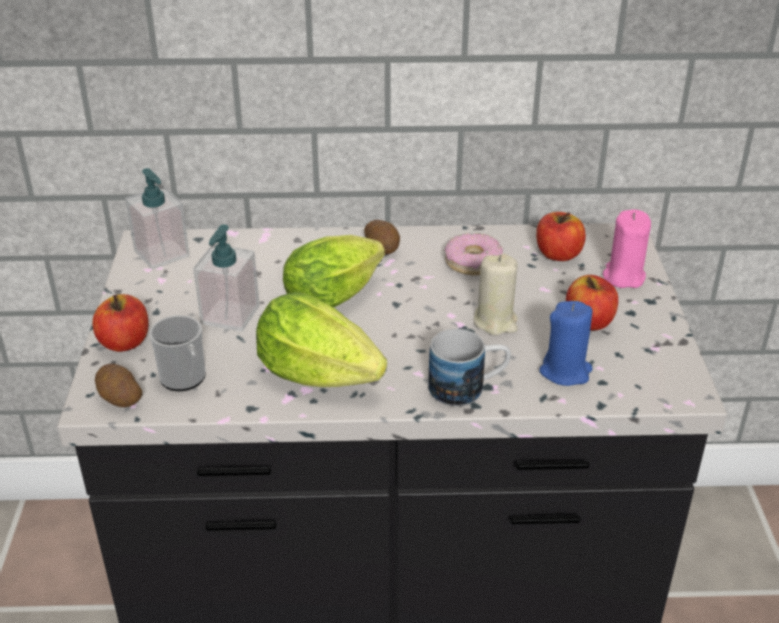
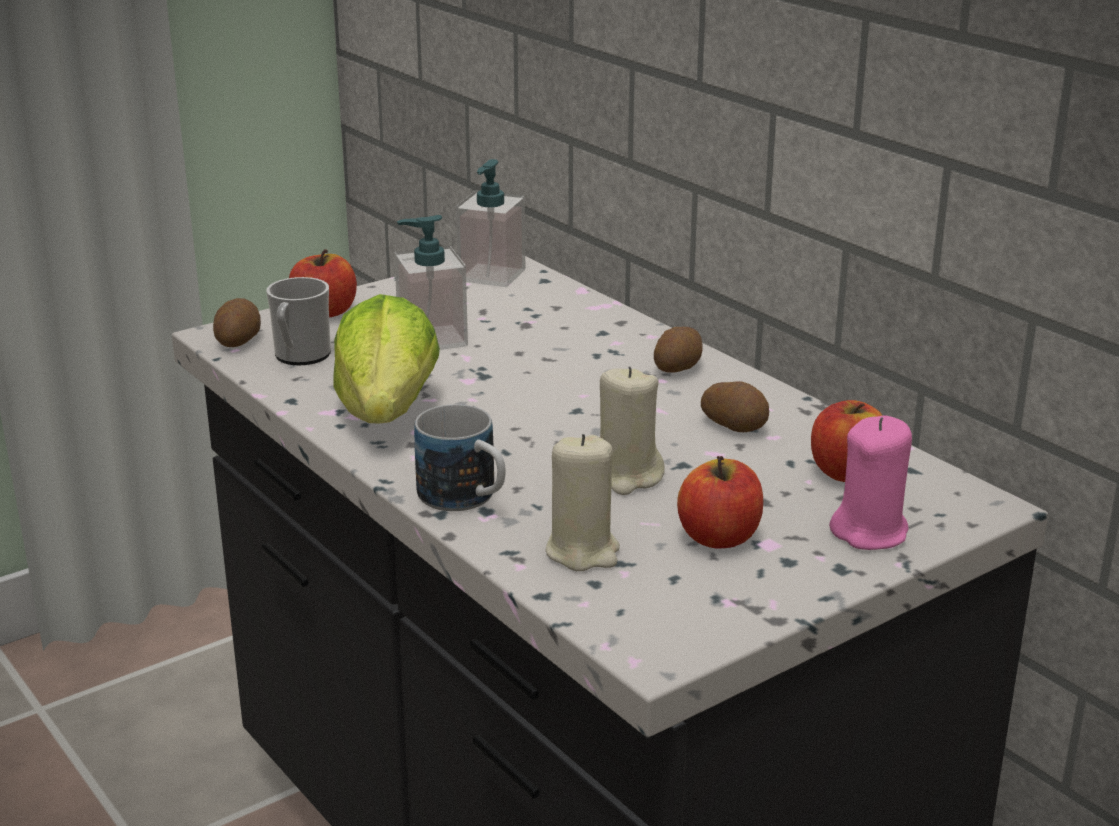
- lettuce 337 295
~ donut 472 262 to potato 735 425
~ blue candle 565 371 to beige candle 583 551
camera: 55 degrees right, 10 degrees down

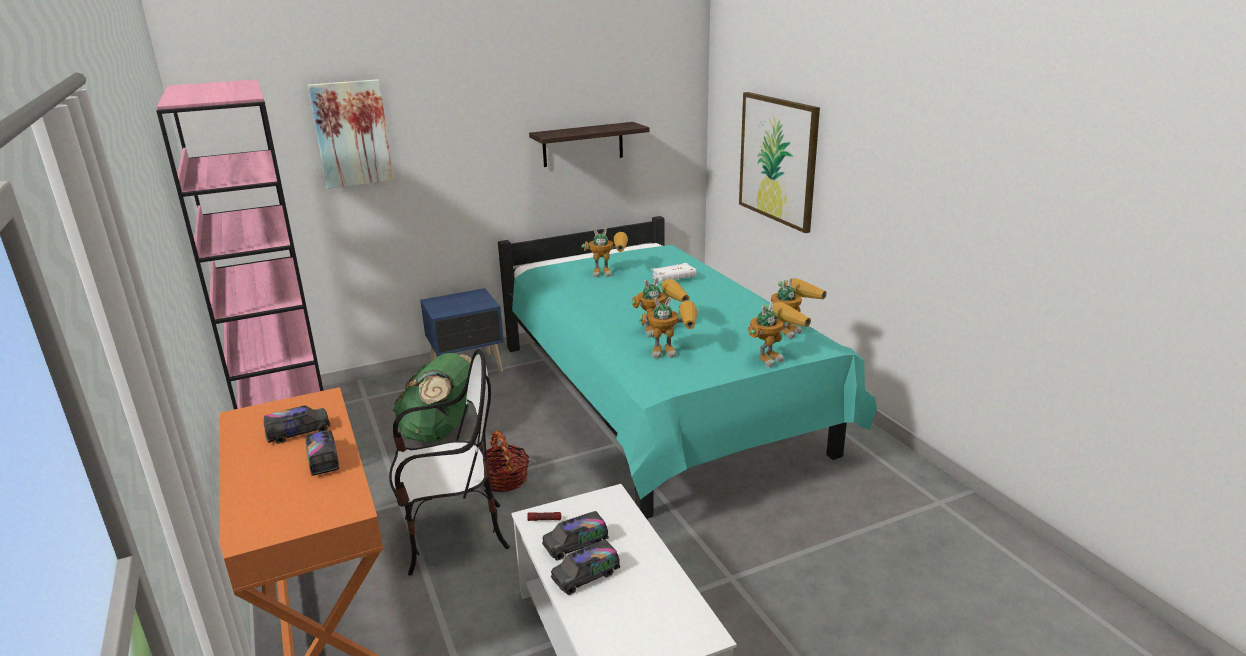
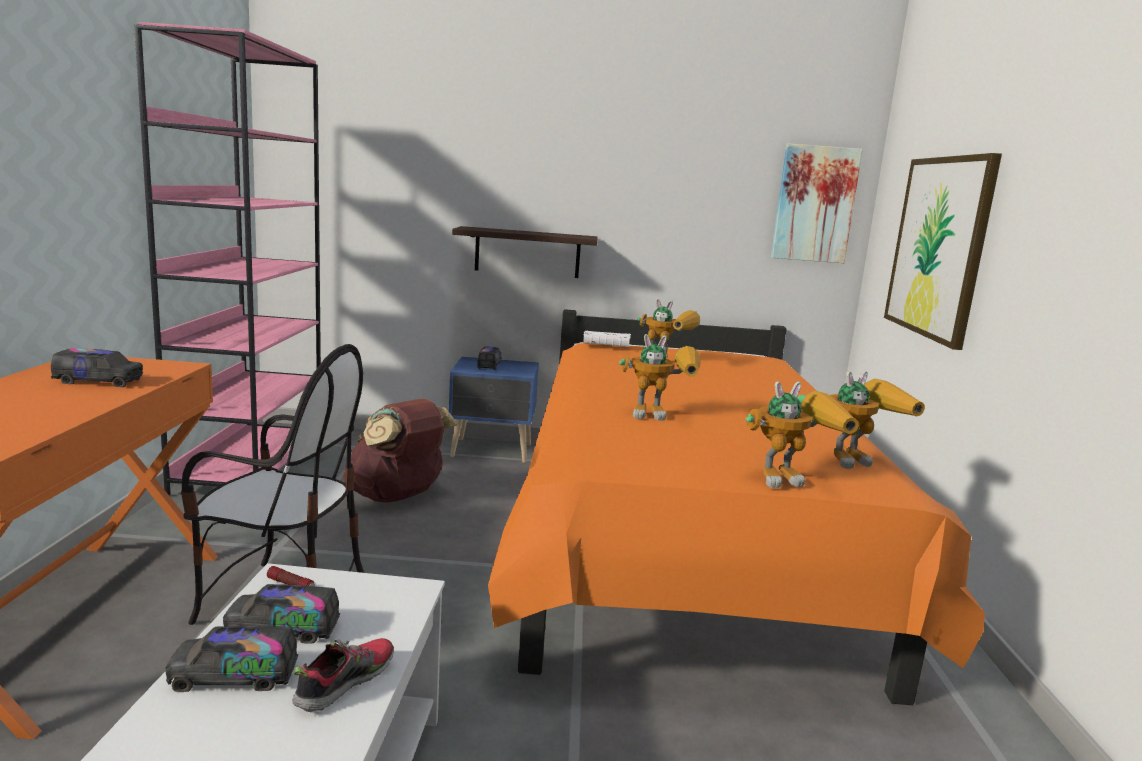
- basket 504 479
- toy robot 673 351
+ shoe 344 682
~ toy truck 323 459 to 489 365
~ picture 352 133 to 814 204
~ shelf 583 144 to 527 252
~ white book 673 278 to 606 346
~ green backpack 440 432 to brown backpack 397 497
~ turquoise bed 659 402 to orange bed 680 545
camera: 25 degrees right, 10 degrees down

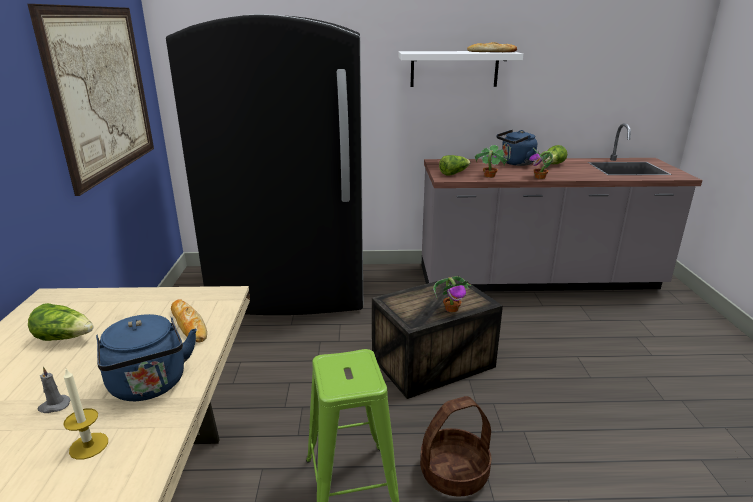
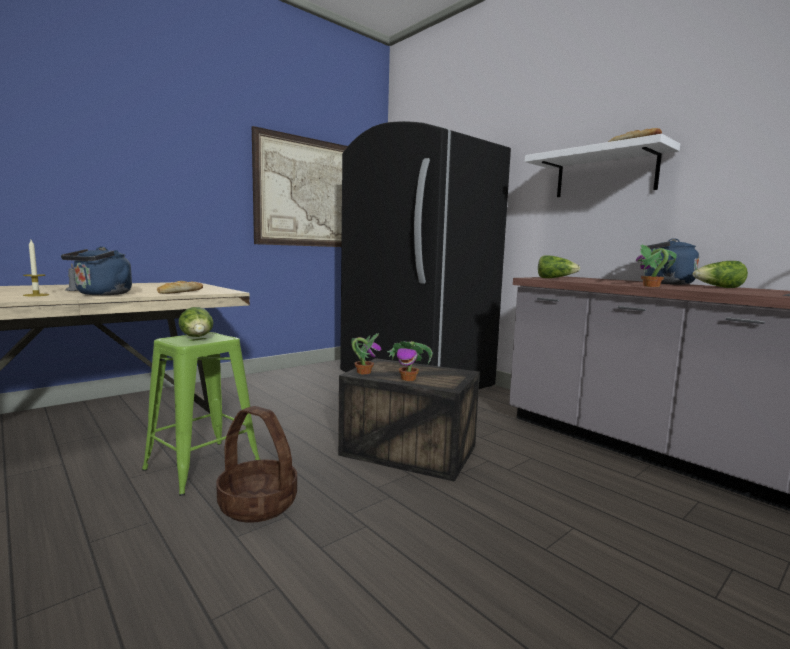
~ lettuce 65 338 to 198 338
~ potted plant 489 176 to 363 372
camera: 50 degrees right, 15 degrees down

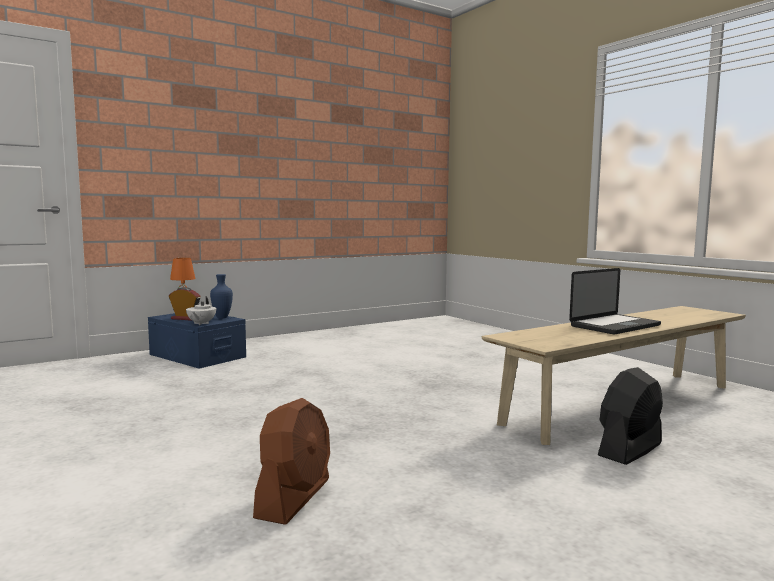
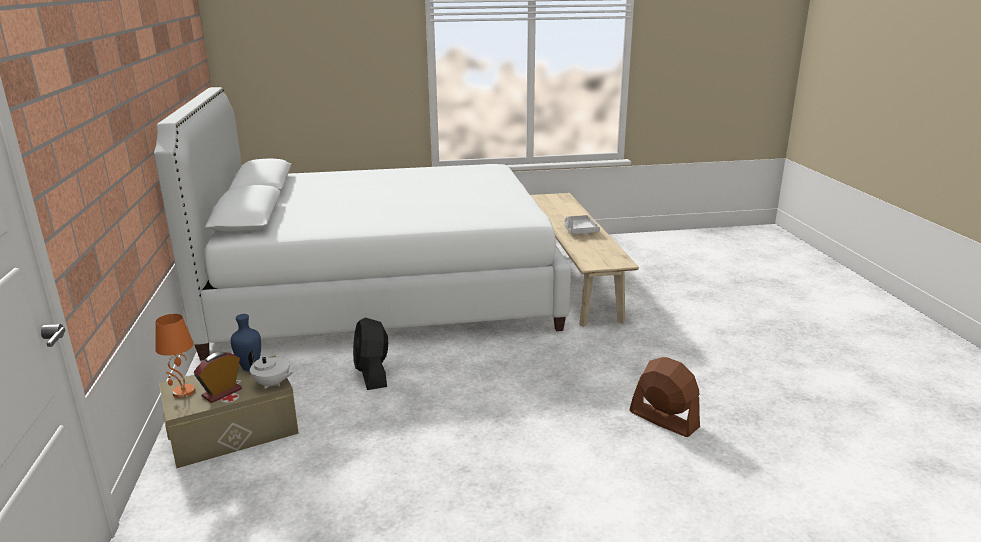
+ white bed 384 293
~ black fan 630 449 to 372 374
~ laptop 615 326 to grey tray 579 230
~ blue storage box 197 355 to beige storage box 232 430
camera: 65 degrees left, 15 degrees up

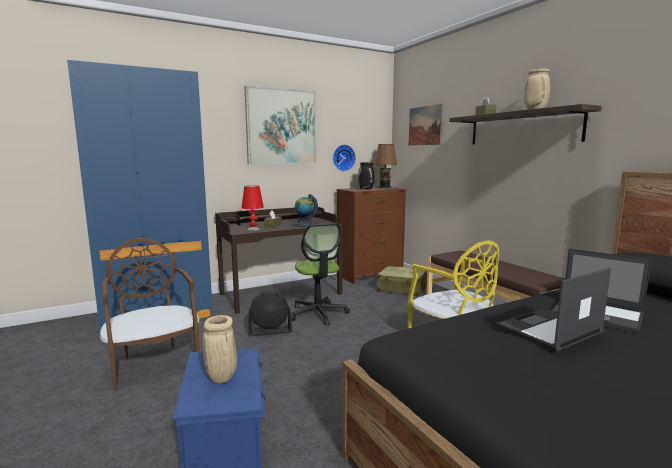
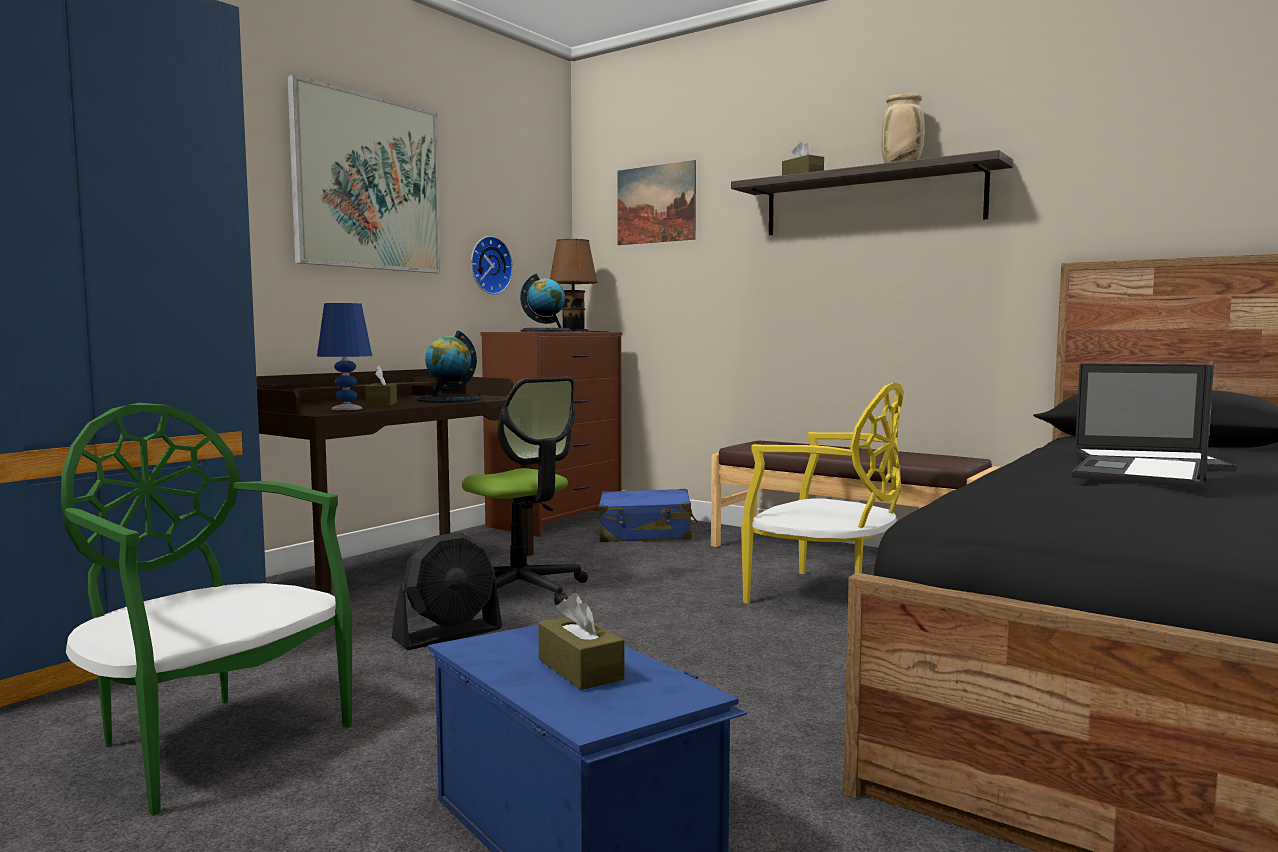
~ beige vase 222 378 to brown tissue box 580 669
~ black vase 366 189 to globe 546 331
~ brown chair 154 364 to green chair 212 741
~ red table lamp 253 229 to blue table lamp 347 408
~ beige suitcase 402 289 to blue suitcase 645 533
camera: 25 degrees left, 5 degrees down

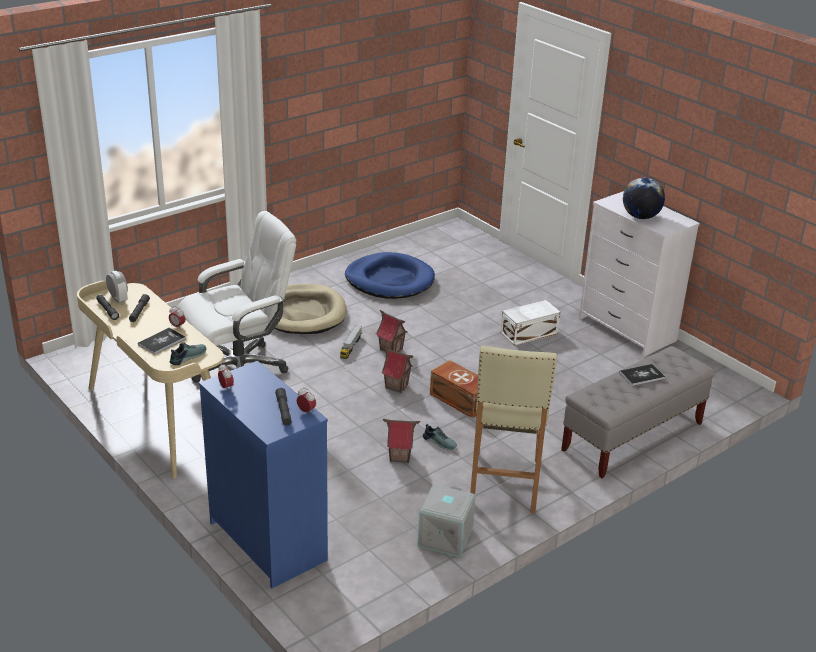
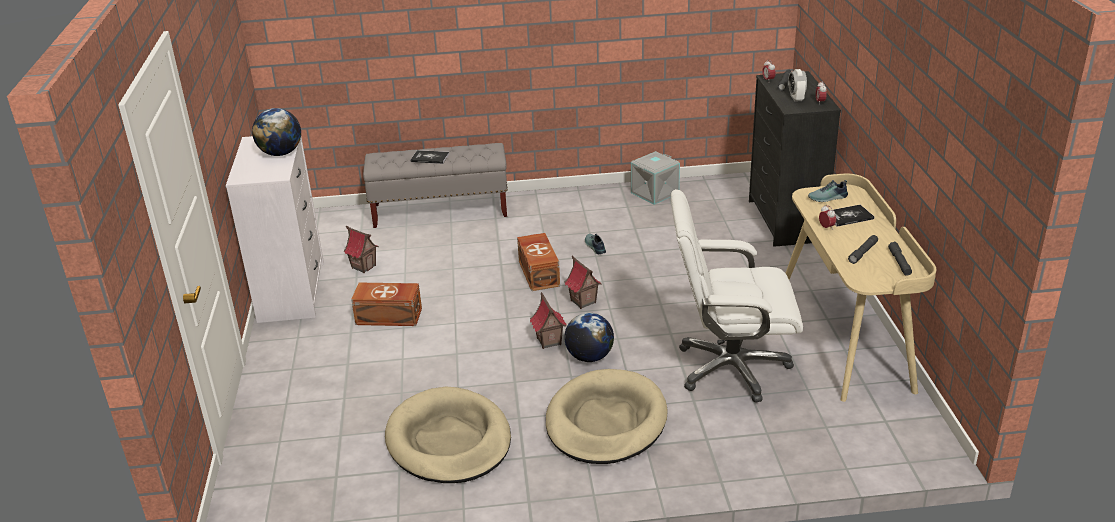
- beige stool 504 483
~ alarm clock 118 298 to 796 98
~ toy house 400 457 to 364 266
~ toy truck 351 347 to globe 589 357
~ blue dresser 268 541 to black dresser 785 221
~ blue dog bed 389 280 to beige dog bed 449 441
~ white storage box 528 333 to brown storage box 389 317
camera: 145 degrees left, 0 degrees up

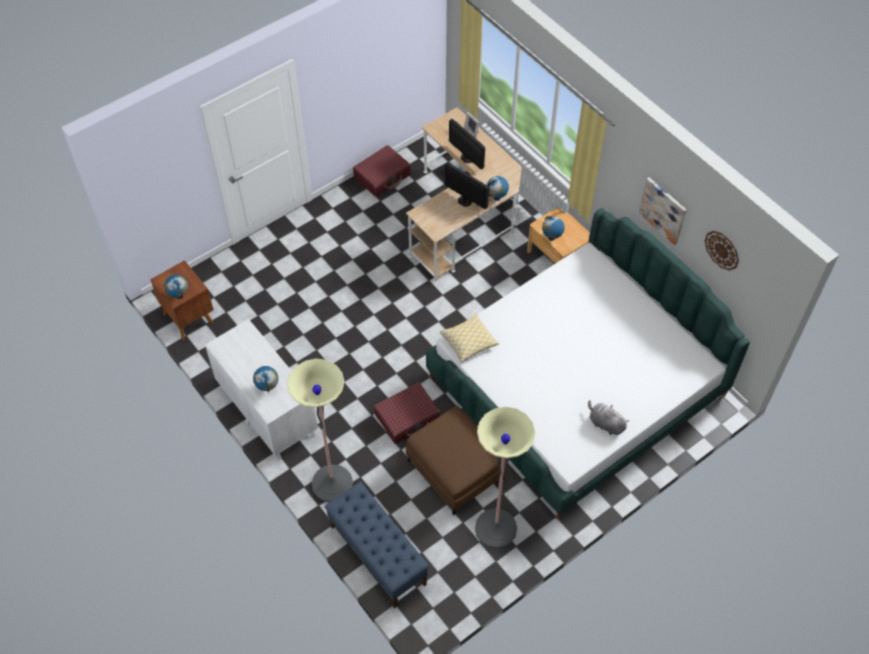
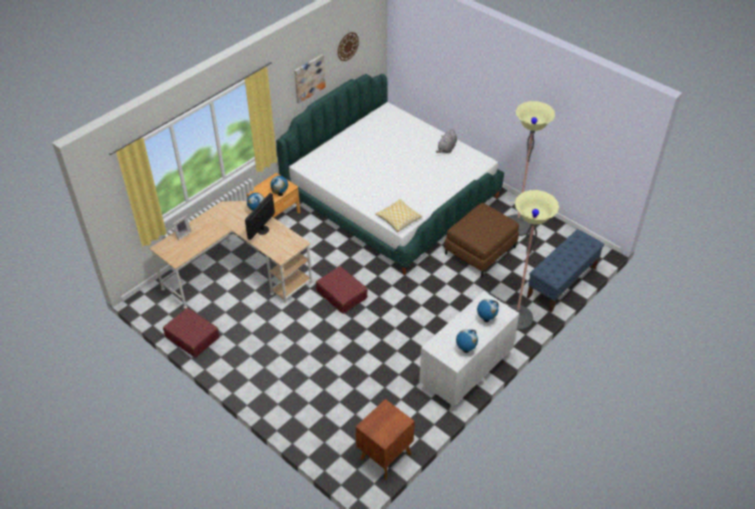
- monitor 467 158
~ globe 179 296 to 465 350
~ red suitcase 407 417 to 341 294
camera: 100 degrees left, 10 degrees down

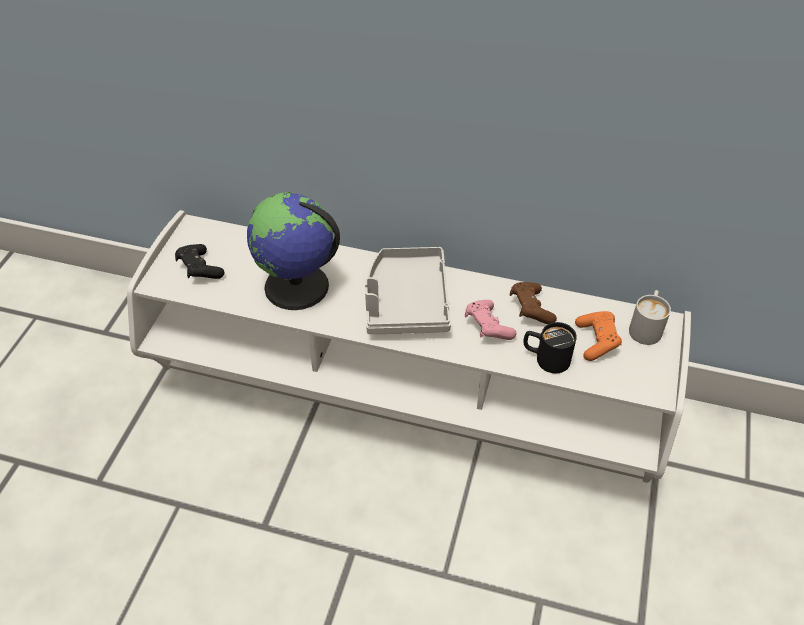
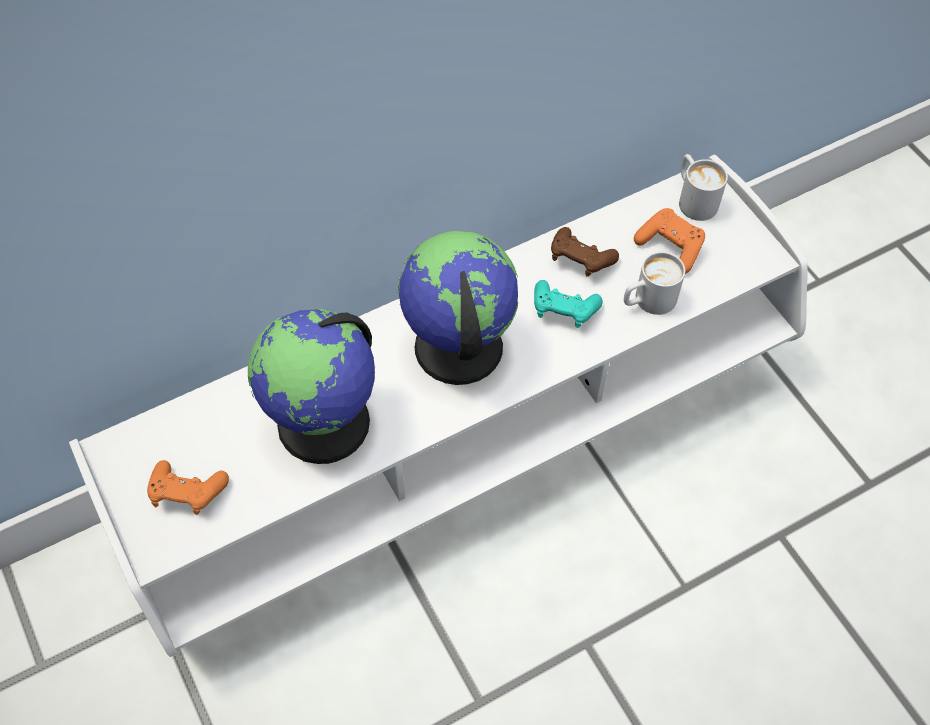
~ grey tray 406 301 to globe 457 347
~ black game controller 200 269 to orange game controller 188 493
~ pink game controller 487 327 to turquoise game controller 563 311
~ black mug 545 358 to white mug 647 301
camera: 45 degrees left, 10 degrees up

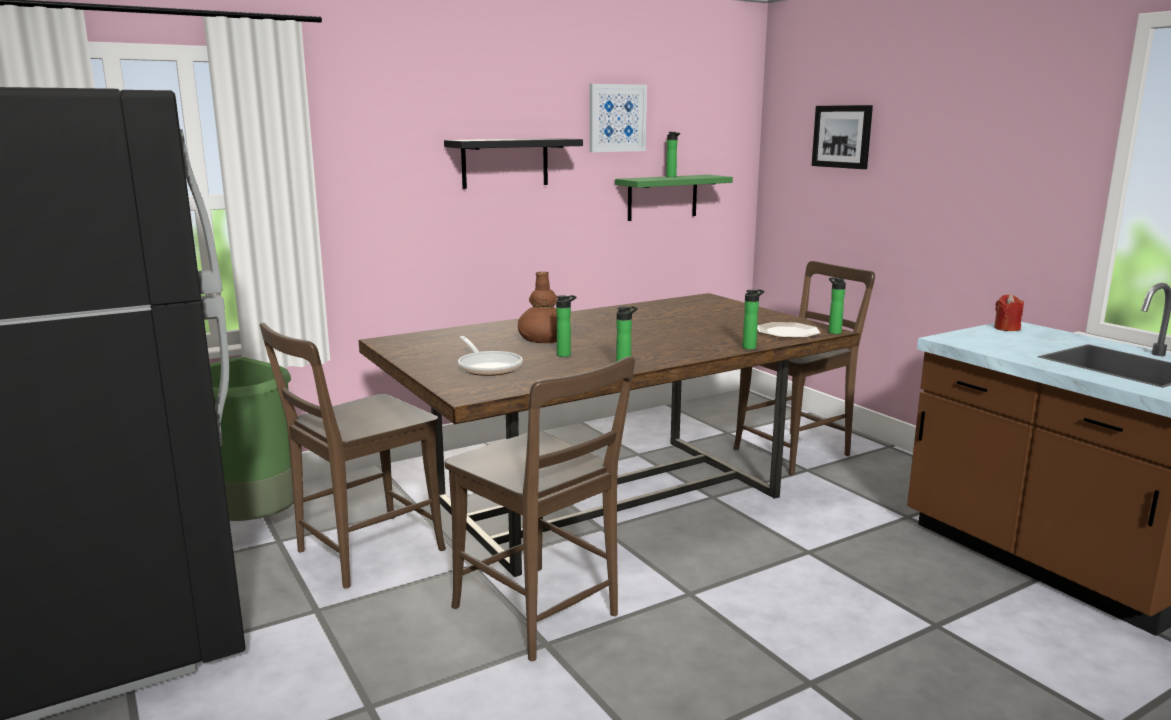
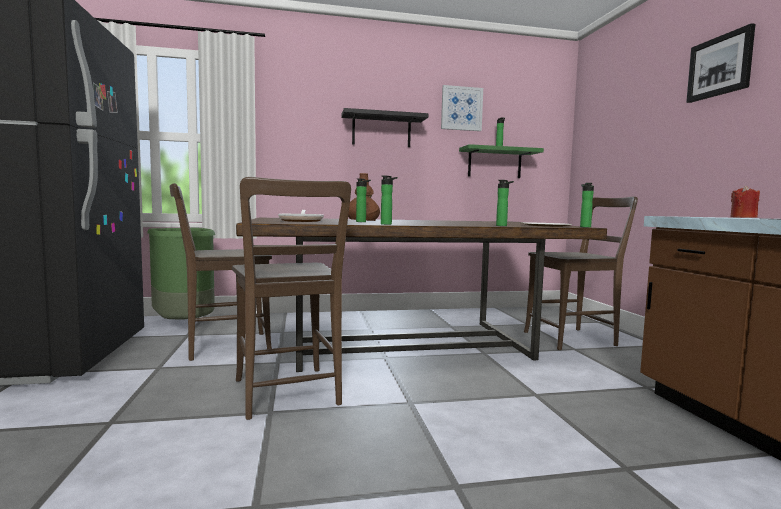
~ picture 842 136 to 720 66
camera: 20 degrees right, 10 degrees down

